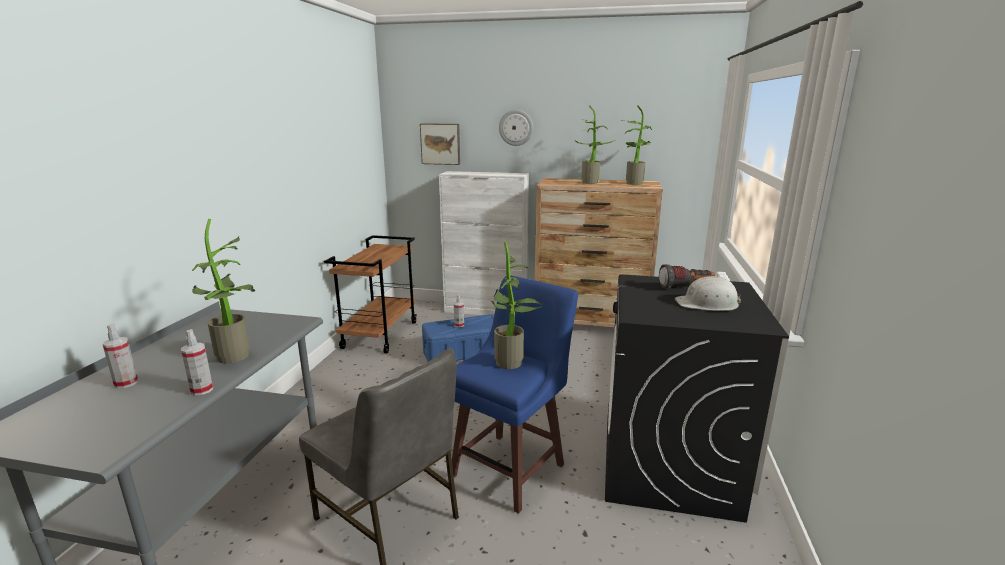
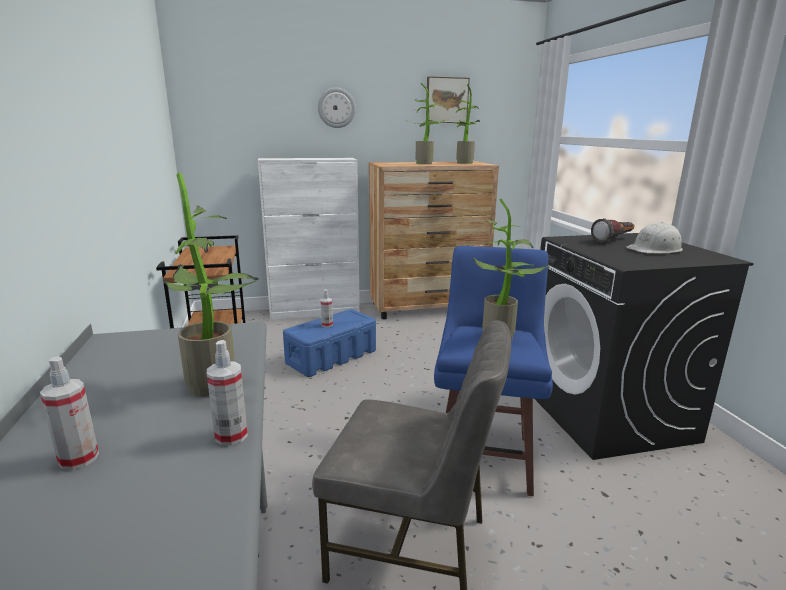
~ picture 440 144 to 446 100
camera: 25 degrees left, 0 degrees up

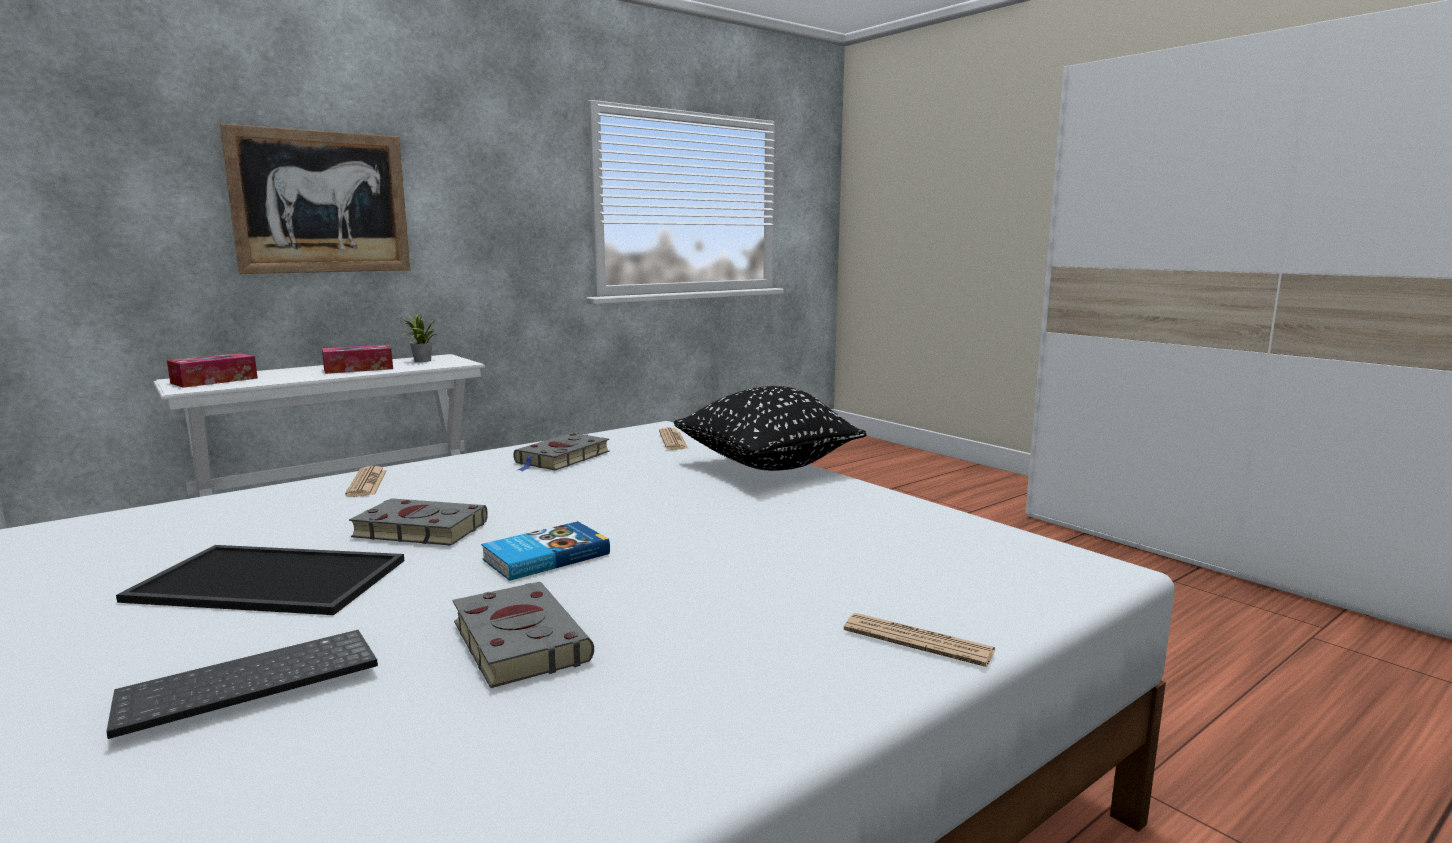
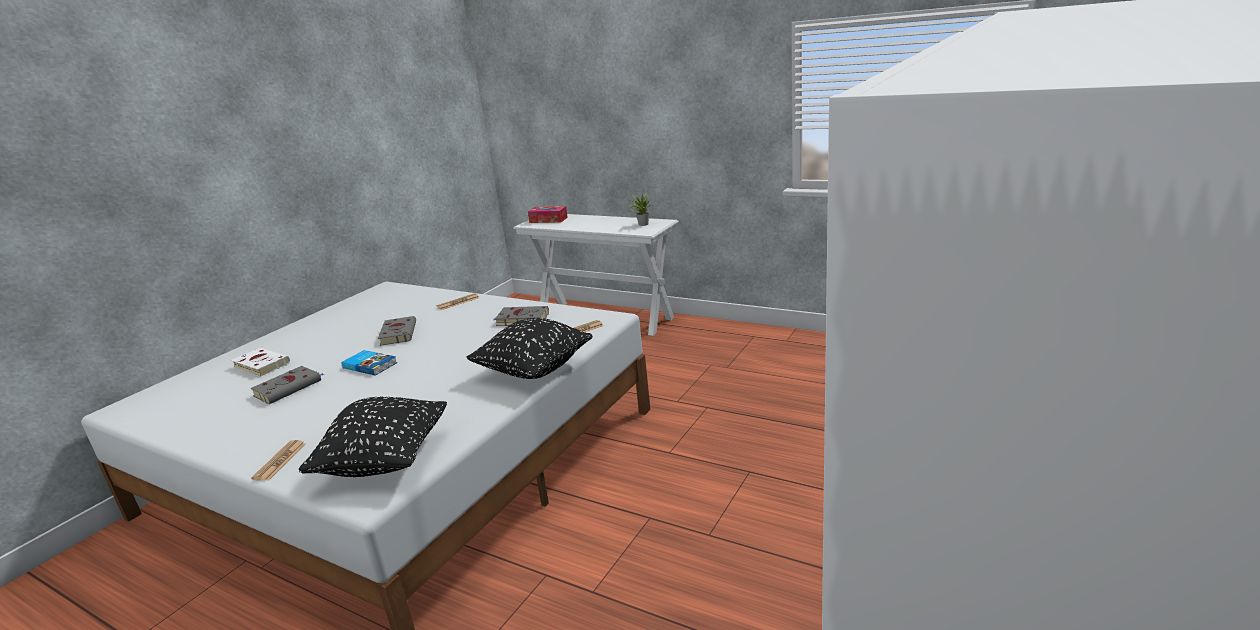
- tray 264 582
- picture 321 202
- tissue box 358 369
+ black pillow 385 461
~ keyboard 246 688 to white book 260 365
camera: 70 degrees right, 10 degrees up

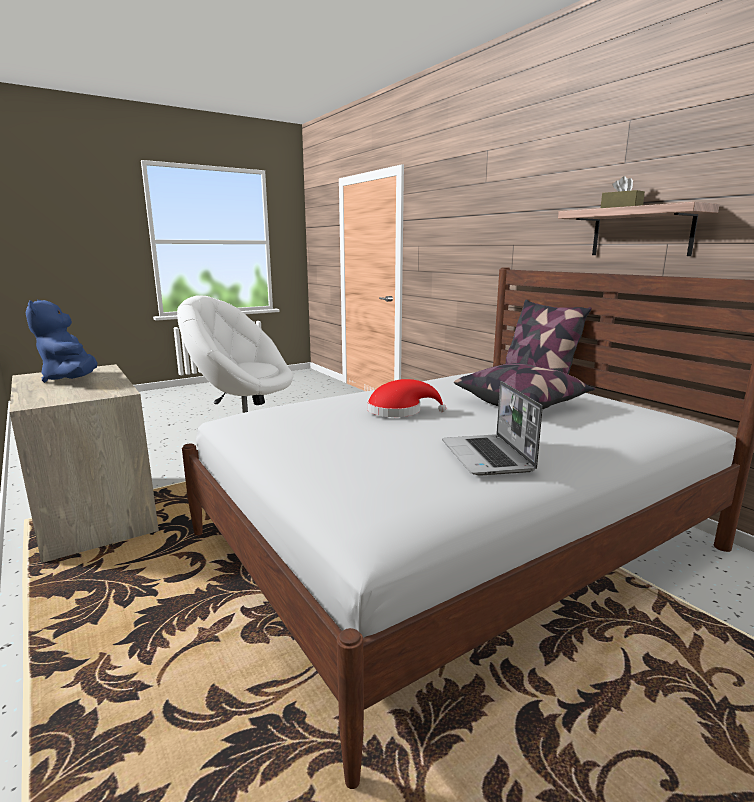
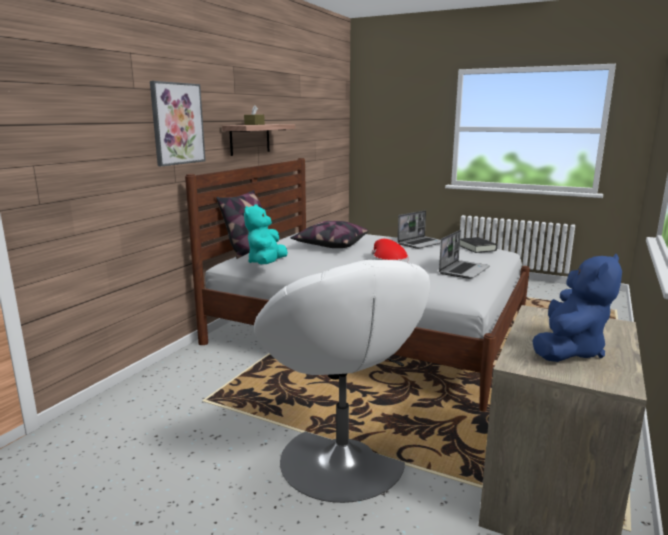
+ picture 177 124
+ turquoise plush toy 266 263
+ laptop 464 270
+ black book 477 248
camera: 120 degrees left, 0 degrees up

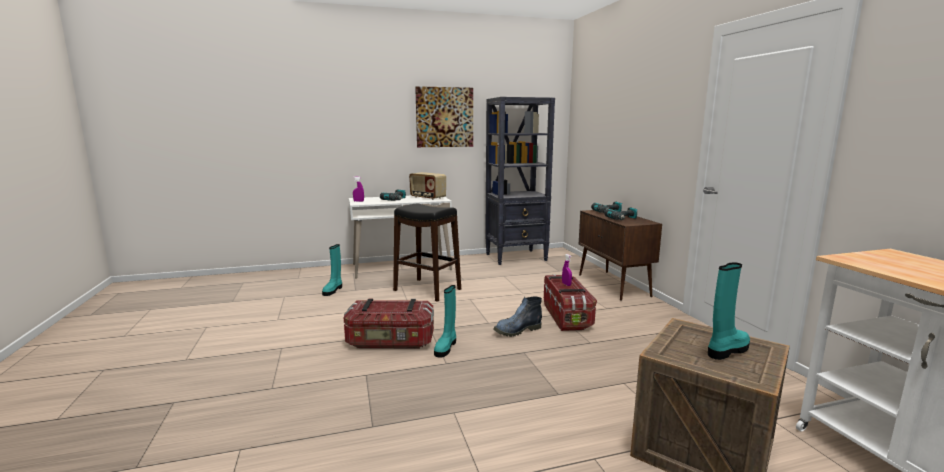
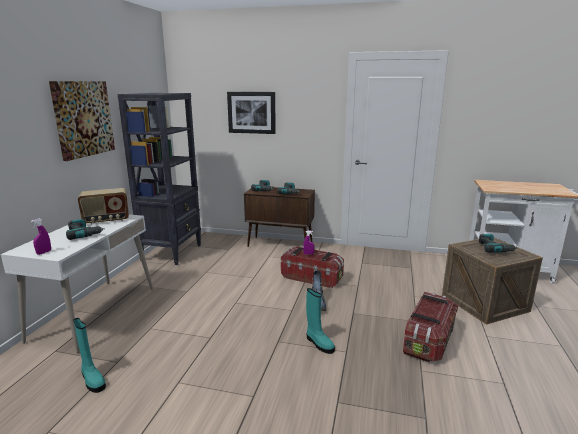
- black stool 427 290
+ picture 251 112
~ storage box 390 342 to 429 340
~ turquoise boot 727 350 to power drill 494 248
camera: 60 degrees left, 5 degrees up

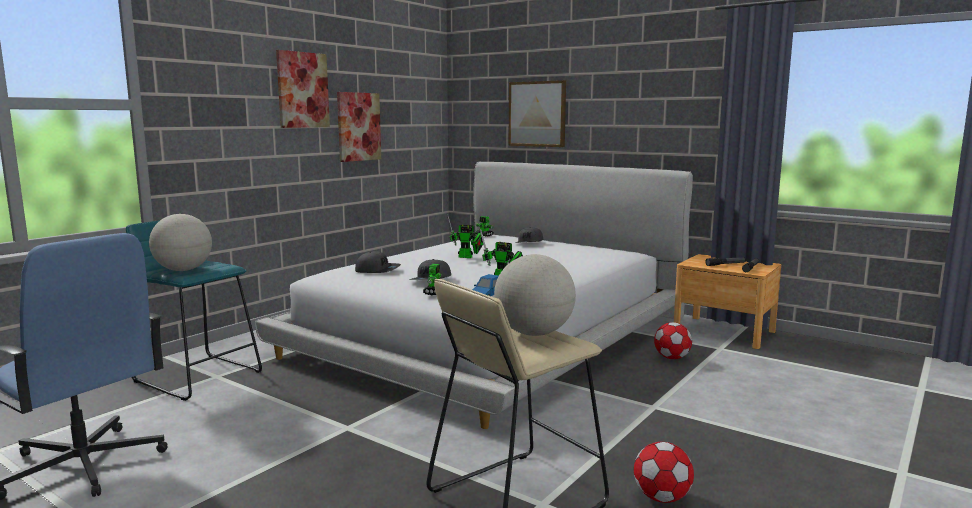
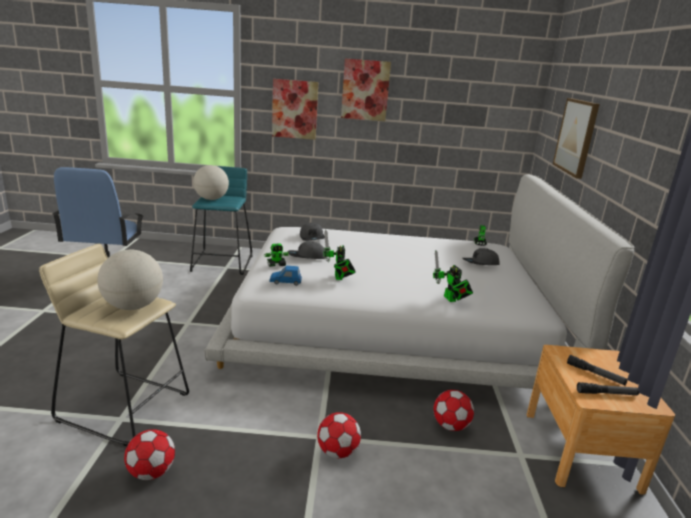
+ football 337 452
~ picture 358 126 to 295 109
~ toy robot 467 257 to 451 299
camera: 55 degrees right, 10 degrees up

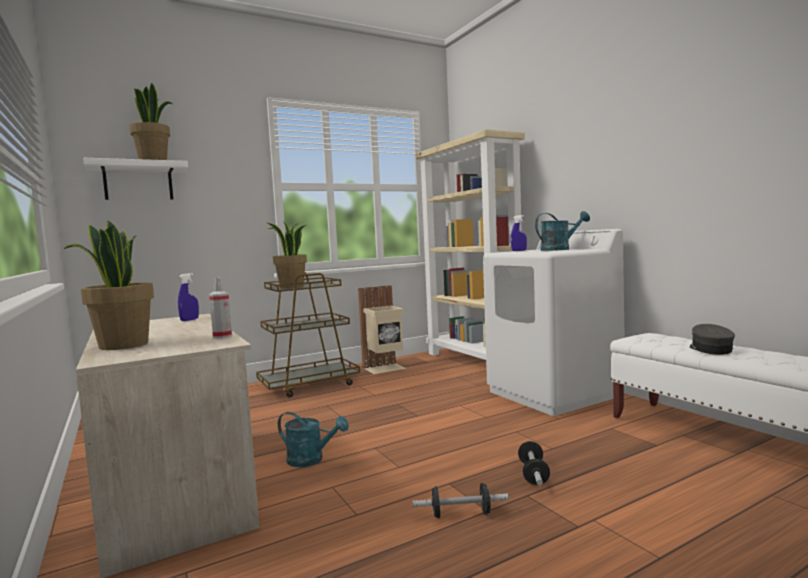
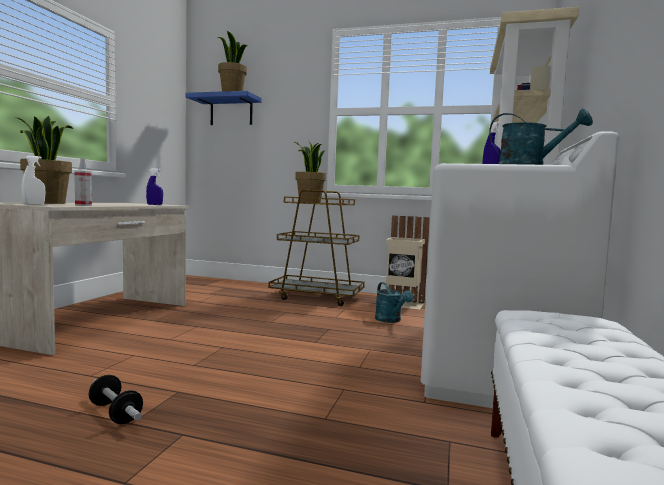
- dumbbell 533 474
- grey cap 710 349
+ white spray bottle 34 204
~ turquoise watering can 311 460 to 390 320
~ white shelf 138 182 to blue shelf 231 111
camera: 45 degrees right, 0 degrees up

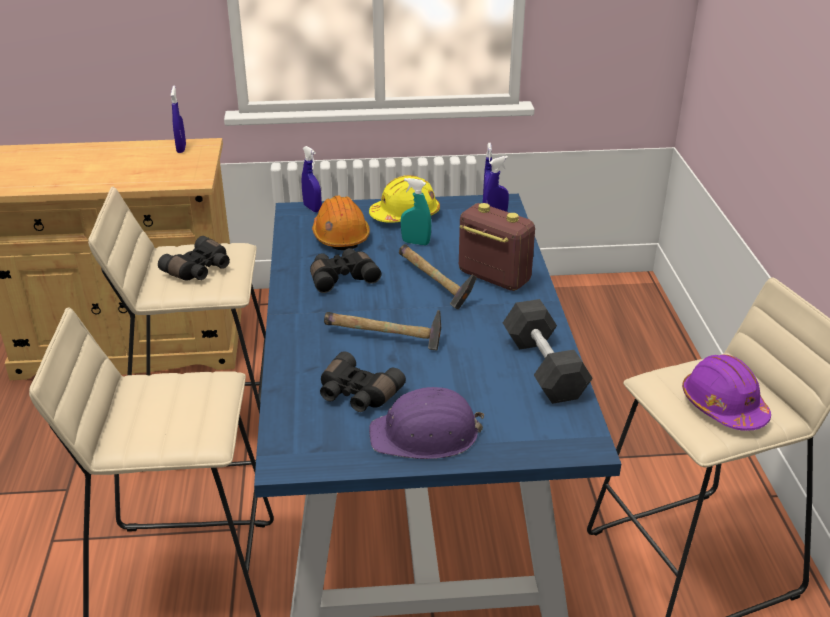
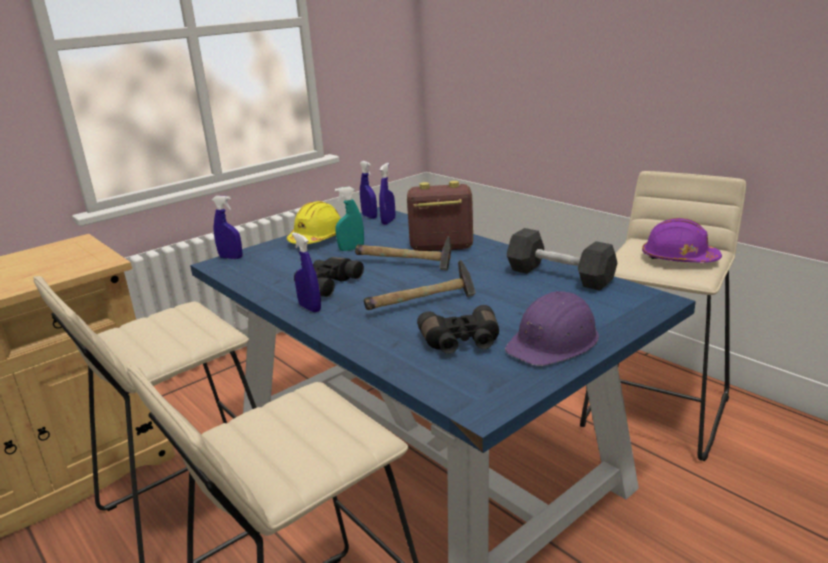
- black binoculars 199 270
- orange hard hat 340 236
~ blue spray bottle 181 148 to 310 308
camera: 35 degrees left, 10 degrees down

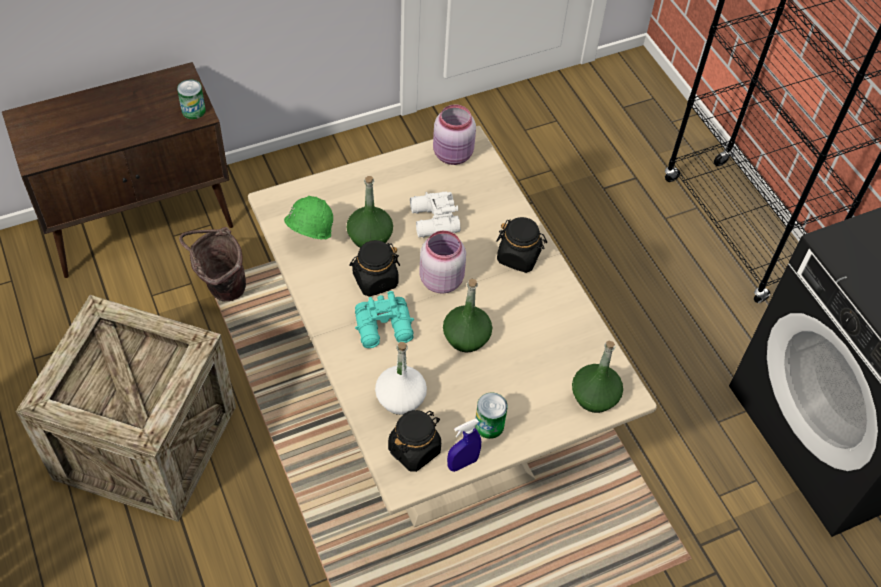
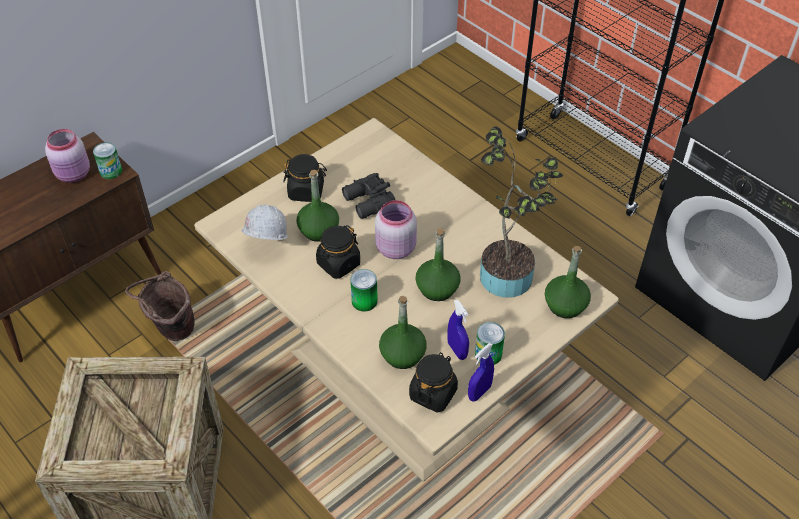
+ blue spray bottle 457 350
+ potted plant 510 273
~ pink jar 453 155 to 74 174
~ black jar 519 257 to 306 191
~ turquoise binoculars 385 328 to can 364 301
~ green hard hat 309 239 to white hard hat 265 246
~ white bottle 401 398 to green bottle 402 354
~ white binoculars 433 221 to black binoculars 368 203
camera: 15 degrees left, 5 degrees down

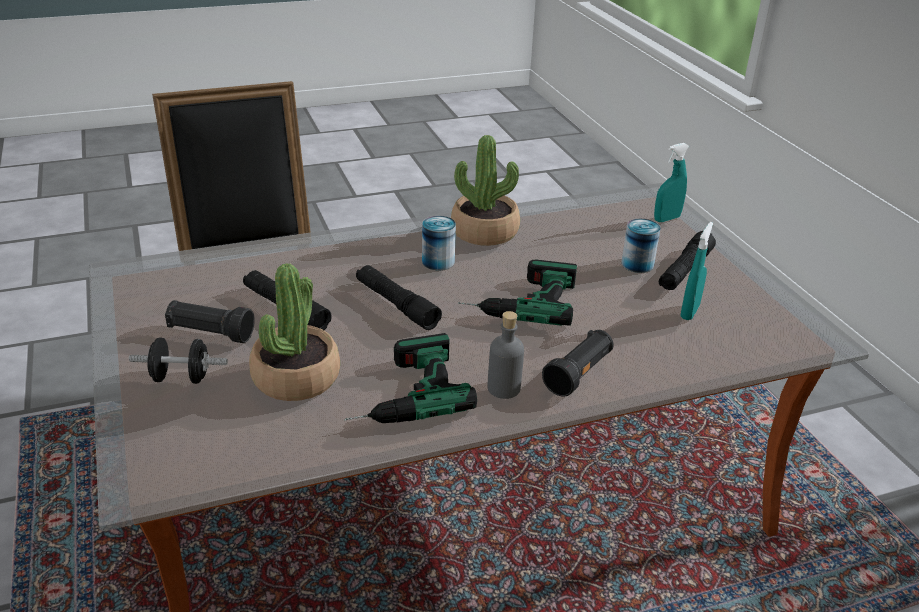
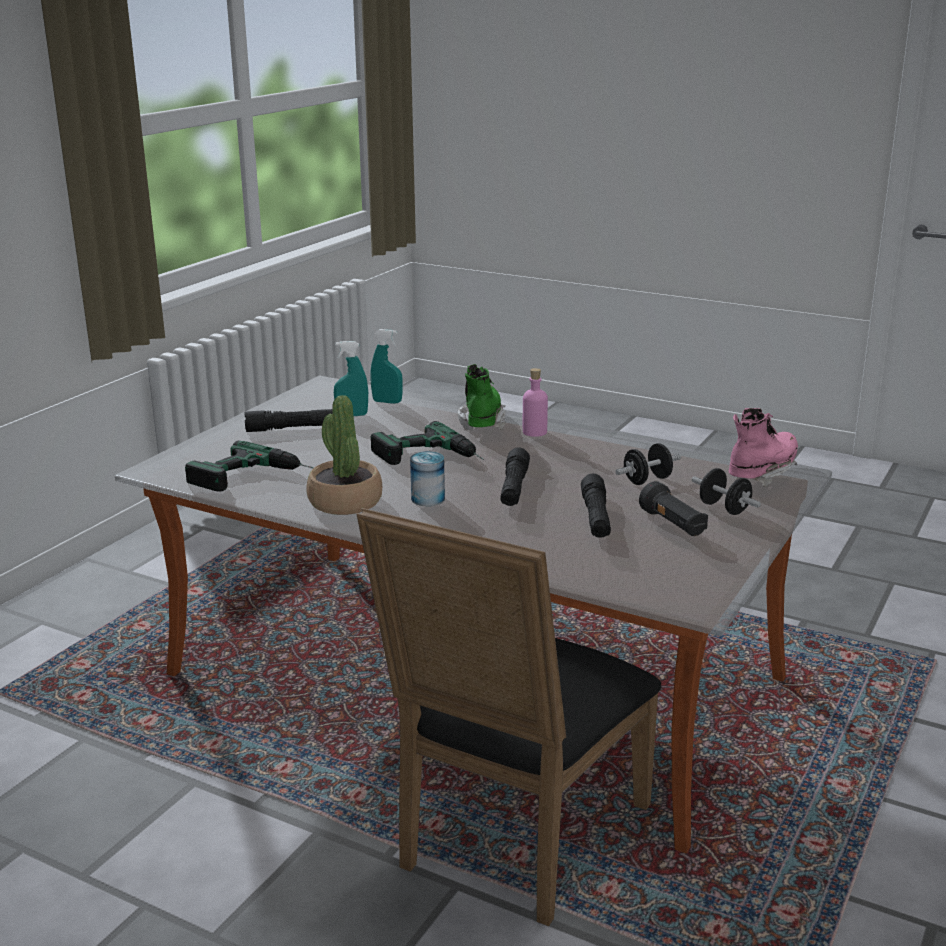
- can 637 264
+ pink boot 762 473
~ power drill 401 392 to 254 478
~ turquoise spray bottle 666 219 to 387 402
~ potted plant 296 377 to black dumbbell 647 480
~ black flashlight 579 374 to green boot 482 421
~ grey bottle 504 388 to pink bottle 534 432
camera: 130 degrees left, 10 degrees down

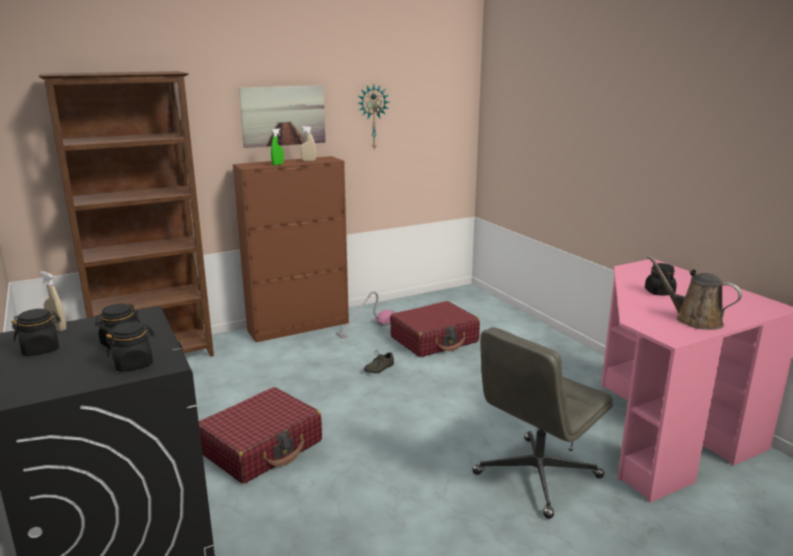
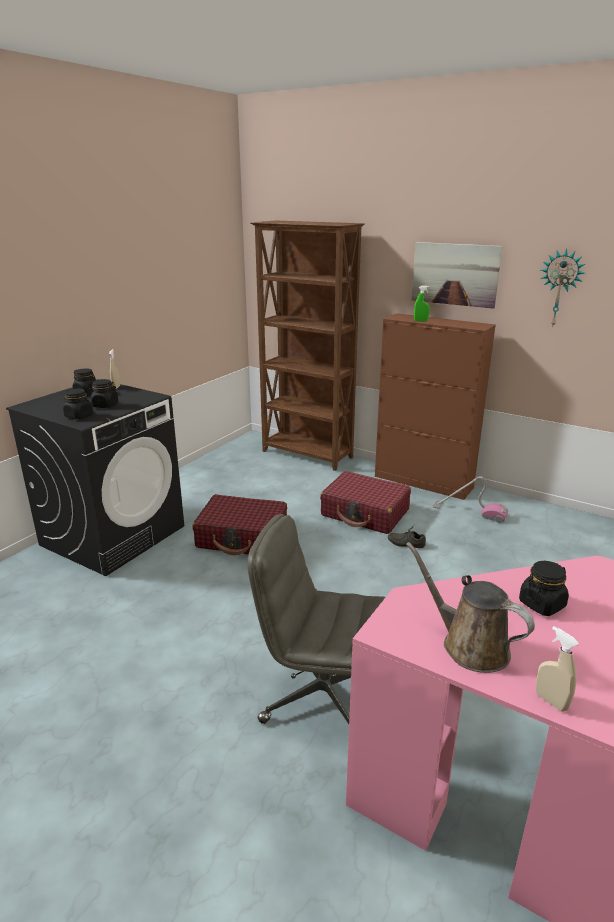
~ beige spray bottle 308 161 to 551 701
~ red suitcase 434 340 to 365 513
~ brown watering can 694 320 = 469 645 60 degrees counterclockwise
camera: 60 degrees right, 5 degrees up

